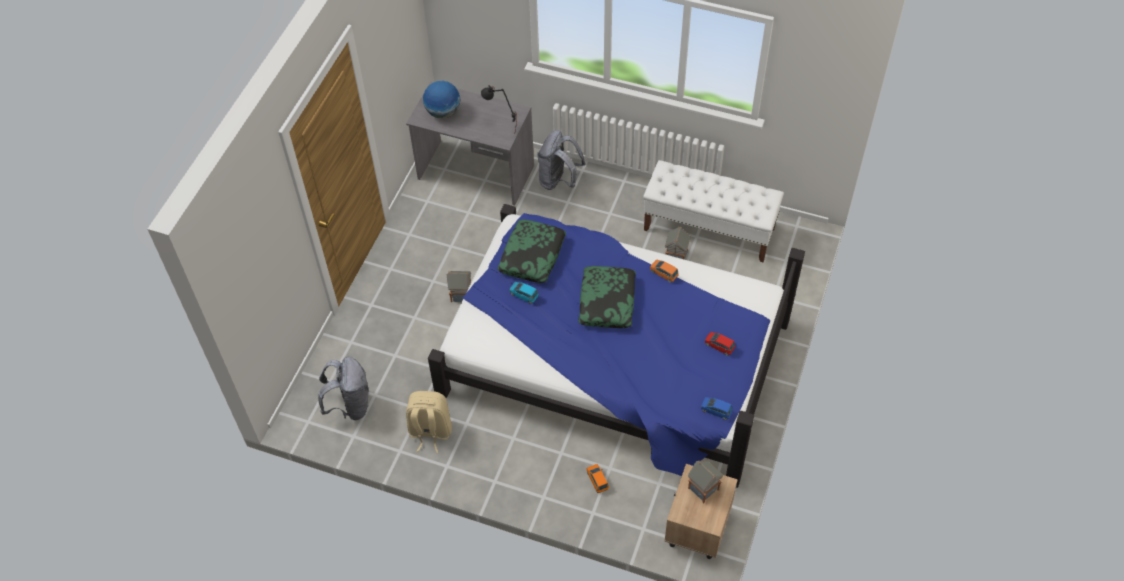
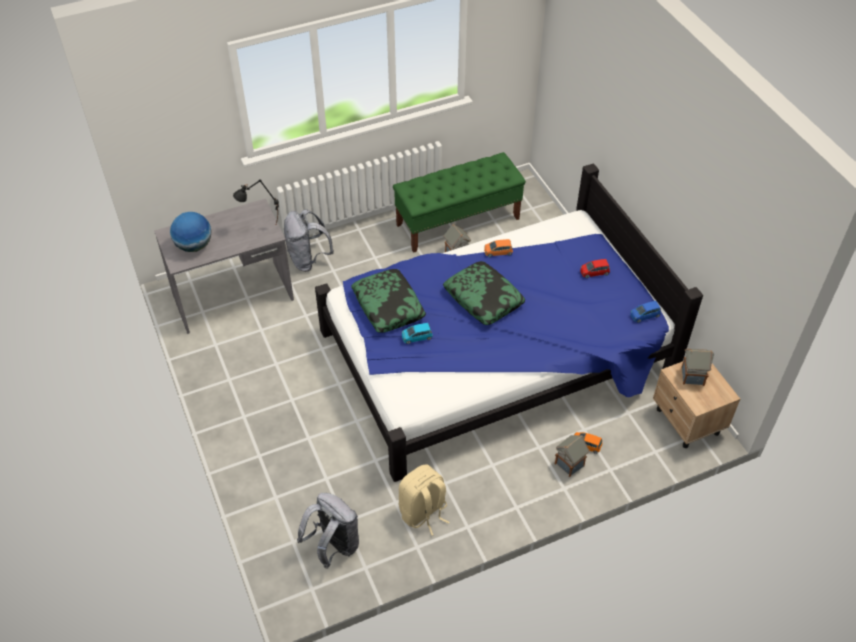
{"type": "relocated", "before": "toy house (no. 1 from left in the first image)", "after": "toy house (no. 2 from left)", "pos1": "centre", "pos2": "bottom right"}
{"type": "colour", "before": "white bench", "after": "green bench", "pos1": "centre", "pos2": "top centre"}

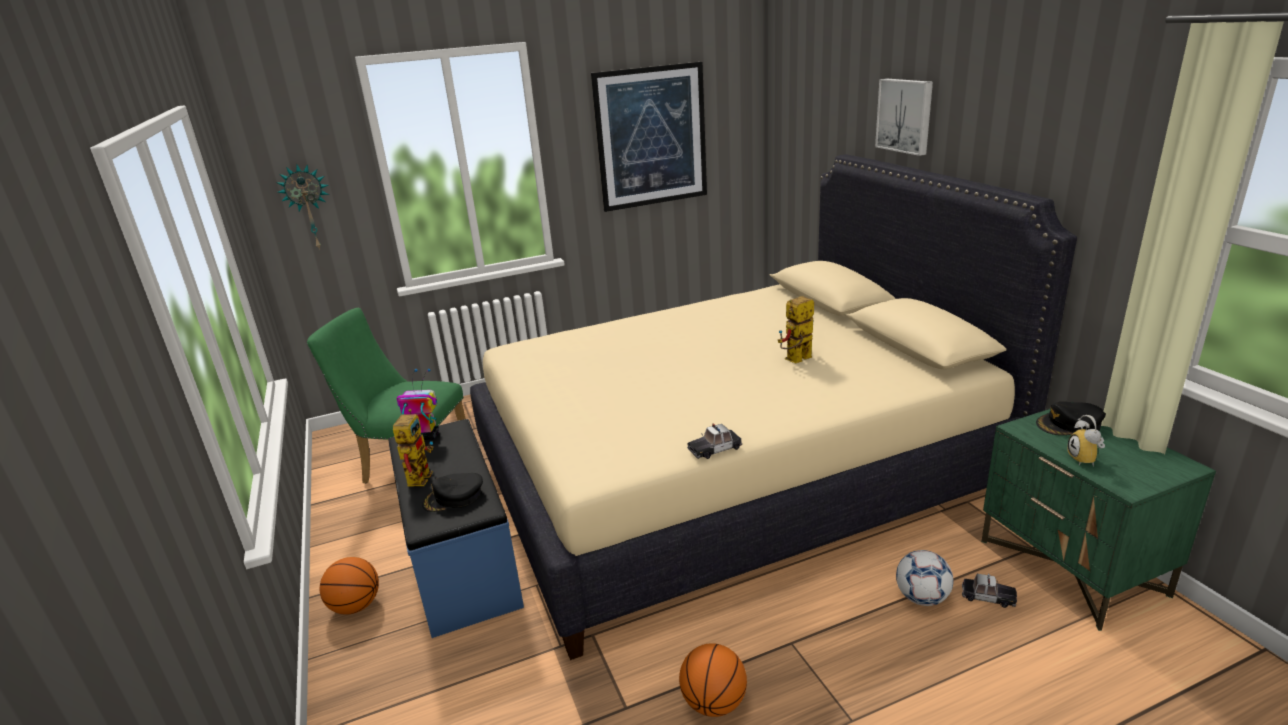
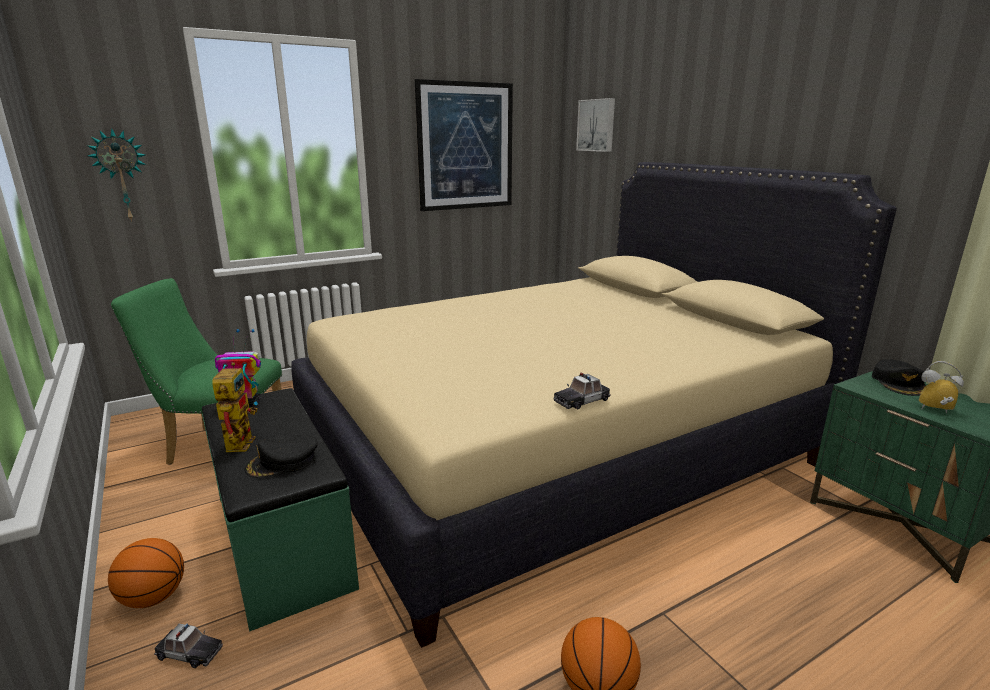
{"type": "colour", "before": "blue bench", "after": "green bench", "pos1": "bottom centre", "pos2": "bottom left"}
{"type": "missing", "before": "toy robot (no. 3 from left)", "pos1": "centre"}
{"type": "relocated", "before": "picture (no. 2 from left)", "pos1": "top right", "pos2": "top centre"}
{"type": "missing", "before": "football", "pos1": "bottom right"}
{"type": "relocated", "before": "toy car (no. 2 from left in the first image)", "after": "toy car (no. 1 from left)", "pos1": "bottom right", "pos2": "bottom left"}
{"type": "spun", "before": "black cap (no. 2 from left)", "pos1": "middle right", "pos2": "middle right", "turn": -60}
{"type": "spun", "before": "alarm clock", "pos1": "middle right", "pos2": "middle right", "turn": 120}

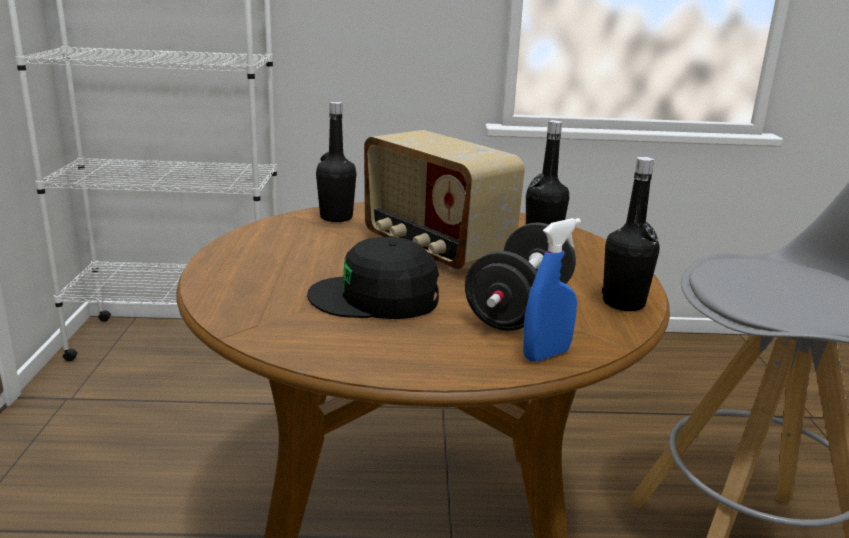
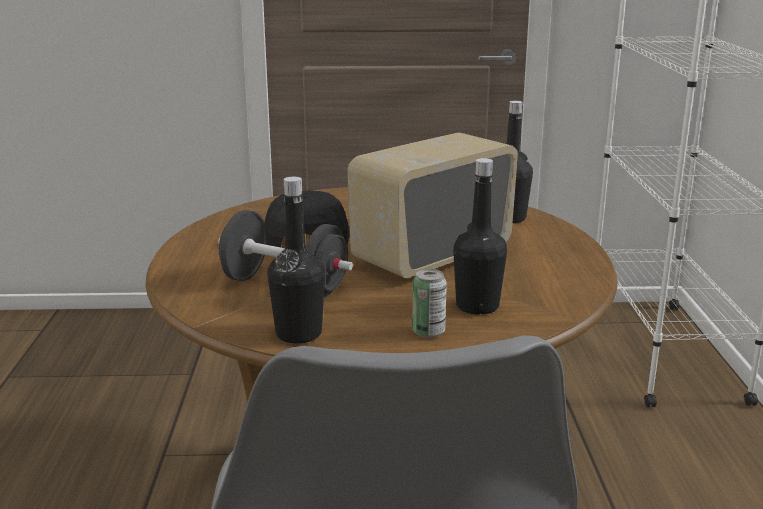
{"type": "missing", "before": "blue spray bottle", "pos1": "centre"}
{"type": "appeared", "after": "can", "pos2": "centre"}

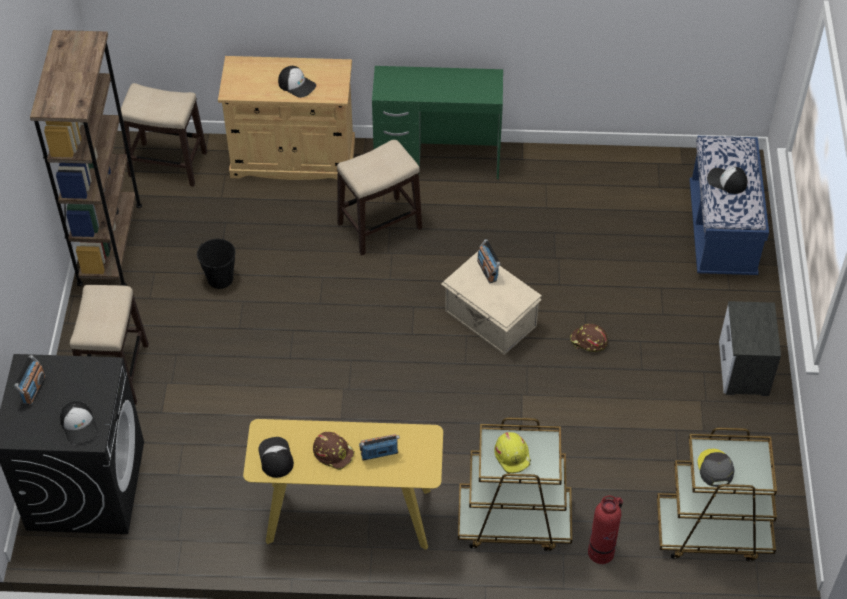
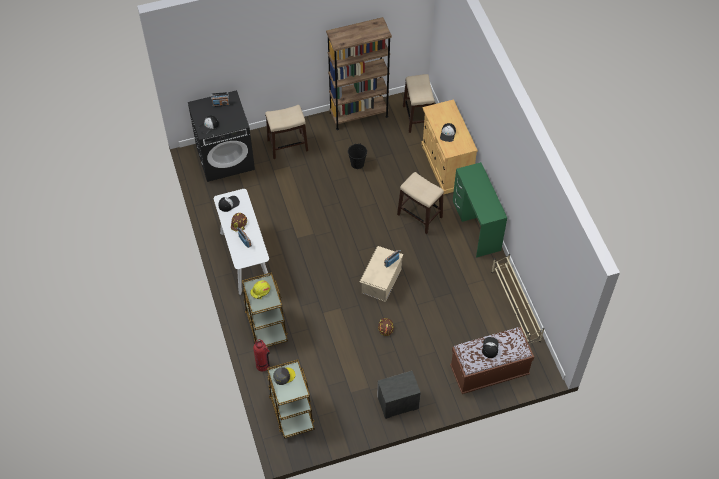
{"type": "colour", "before": "yellow console table", "after": "white console table", "pos1": "bottom centre", "pos2": "centre"}
{"type": "colour", "before": "blue bench", "after": "brown bench", "pos1": "middle right", "pos2": "bottom right"}
{"type": "appeared", "after": "beige shoe rack", "pos2": "middle right"}

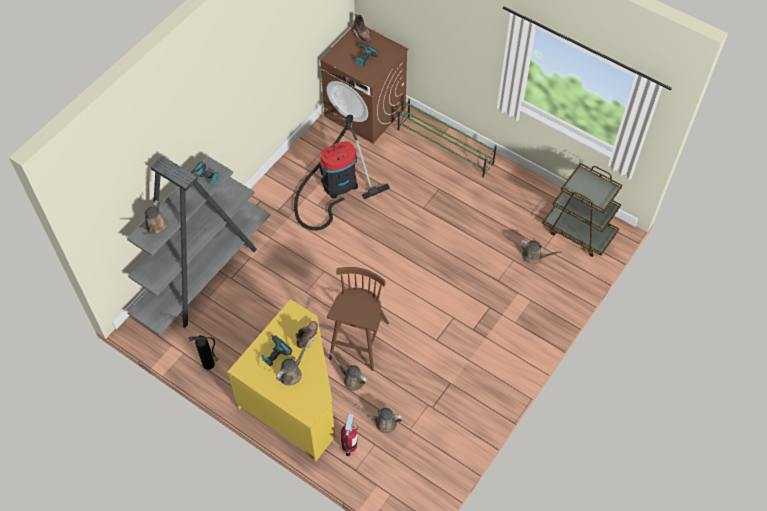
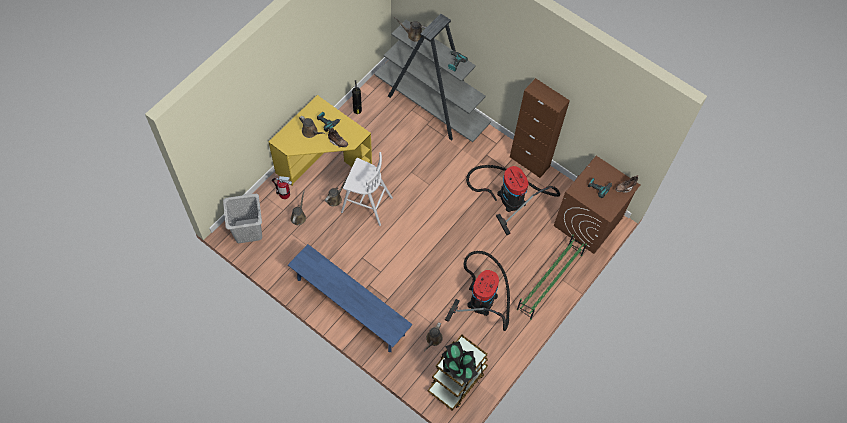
{"type": "colour", "before": "brown stool", "after": "white stool", "pos1": "centre", "pos2": "centre"}
{"type": "appeared", "after": "grey laundry basket", "pos2": "middle left"}
{"type": "appeared", "after": "blue bench", "pos2": "bottom centre"}
{"type": "appeared", "after": "potted plant", "pos2": "bottom centre"}
{"type": "appeared", "after": "vacuum cleaner (no. 1 from left)", "pos2": "bottom centre"}
{"type": "appeared", "after": "brown cabinet", "pos2": "top centre"}

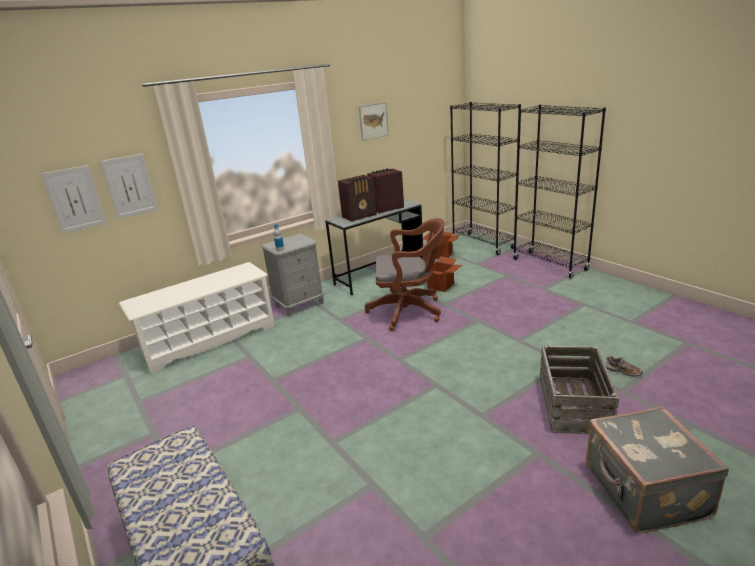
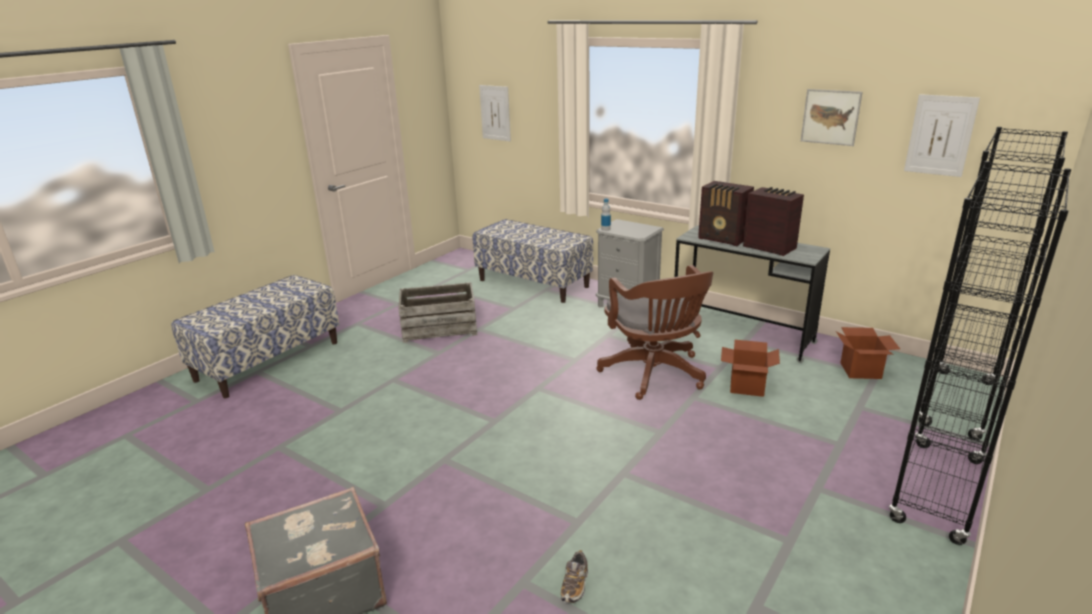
{"type": "relocated", "before": "picture (no. 2 from left in the first image)", "after": "picture (no. 3 from left)", "pos1": "top left", "pos2": "top right"}
{"type": "exchanged", "before": "white shoe rack", "after": "bench (no. 2 from left)", "pos1": "middle left", "pos2": "centre"}
{"type": "relocated", "before": "crate", "pos1": "bottom right", "pos2": "centre"}

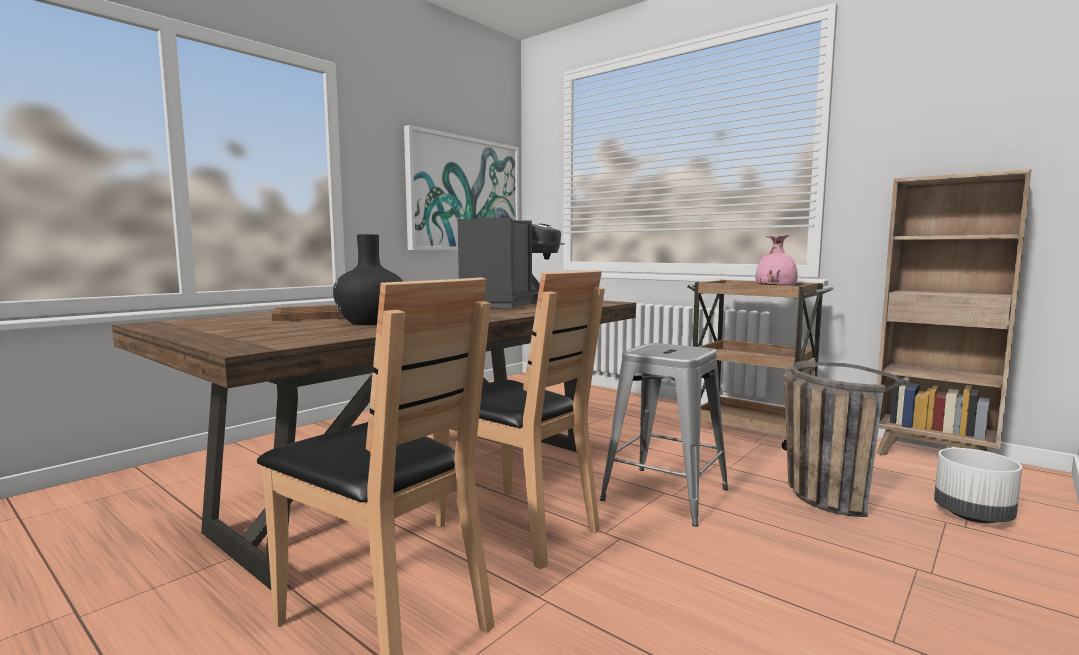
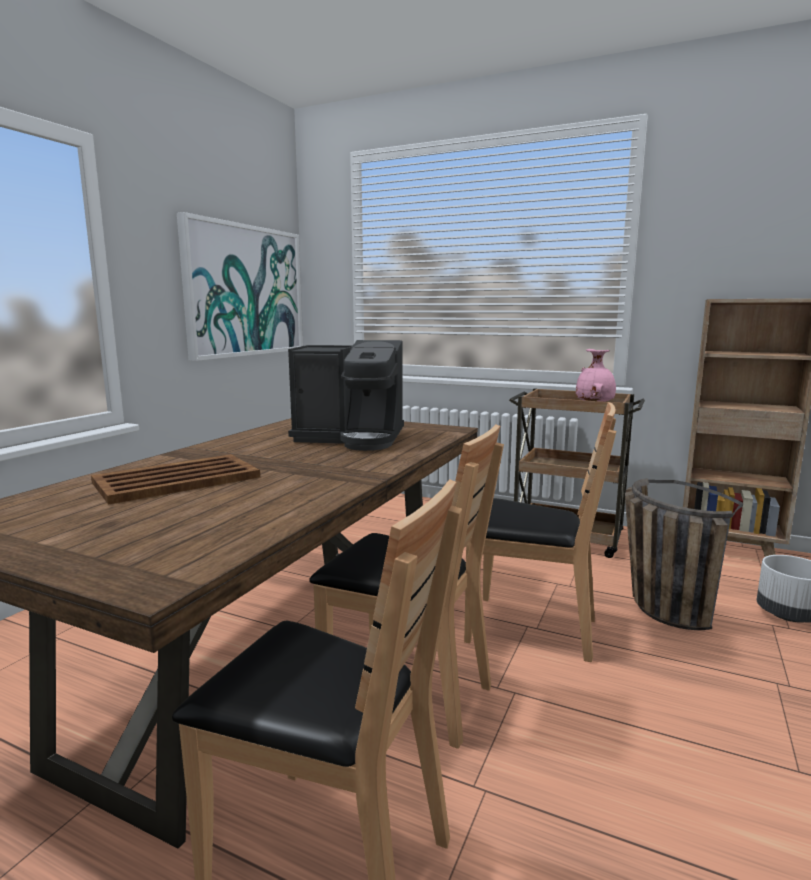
{"type": "missing", "before": "black vase", "pos1": "centre"}
{"type": "spun", "before": "coffee machine", "pos1": "centre", "pos2": "centre", "turn": 90}
{"type": "exchanged", "before": "grey stool", "after": "brown chair (no. 3 from left)", "pos1": "centre", "pos2": "centre"}

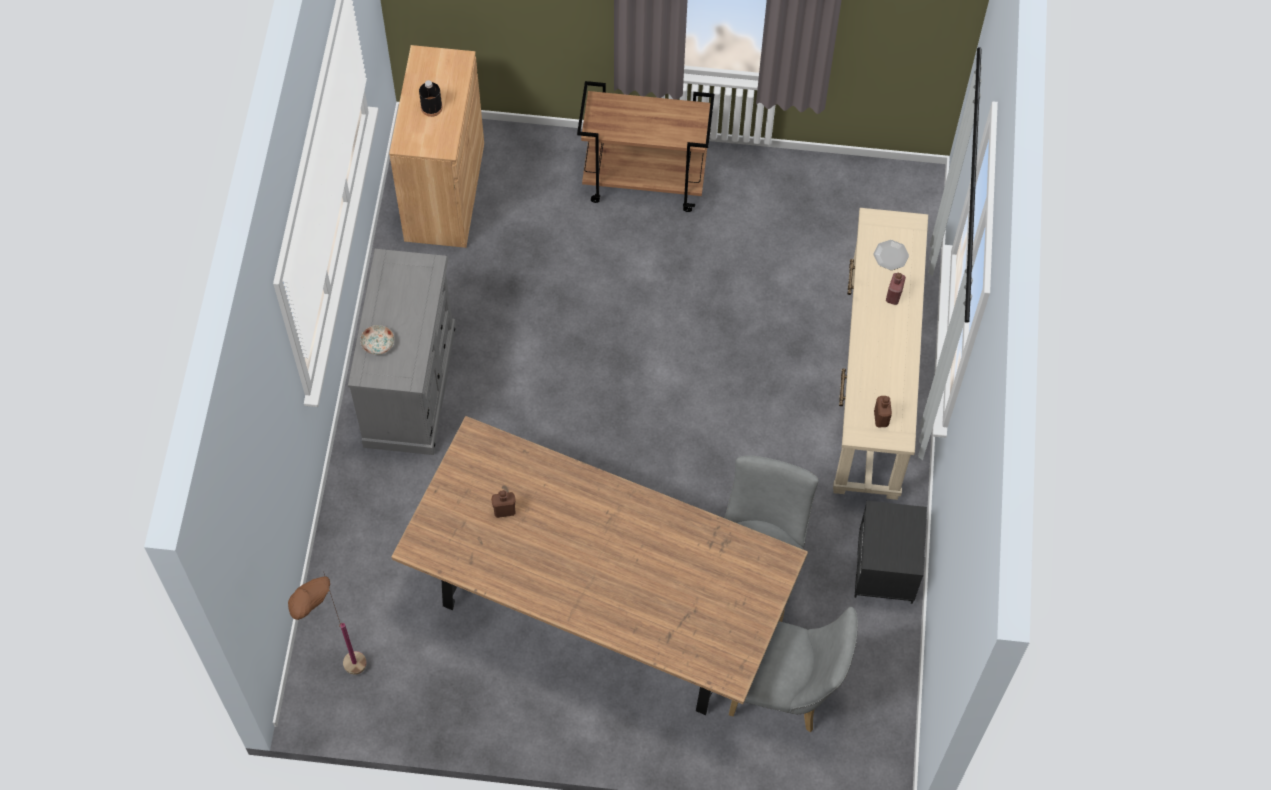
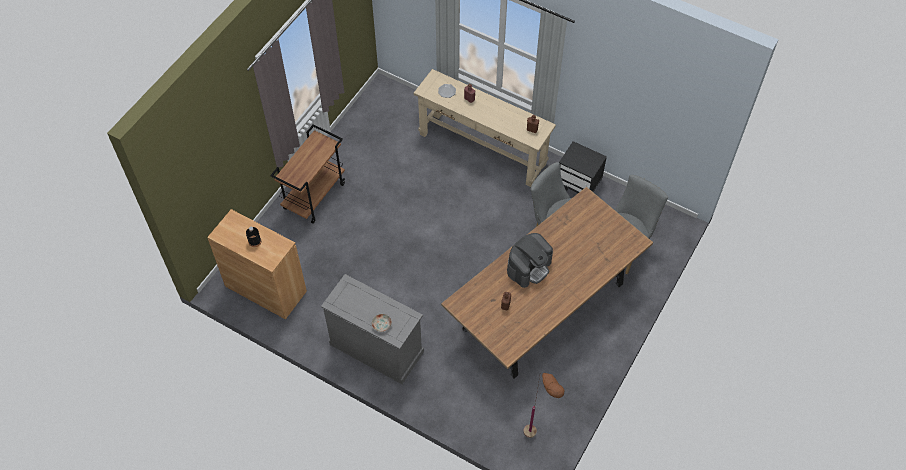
{"type": "appeared", "after": "coffee machine", "pos2": "centre"}

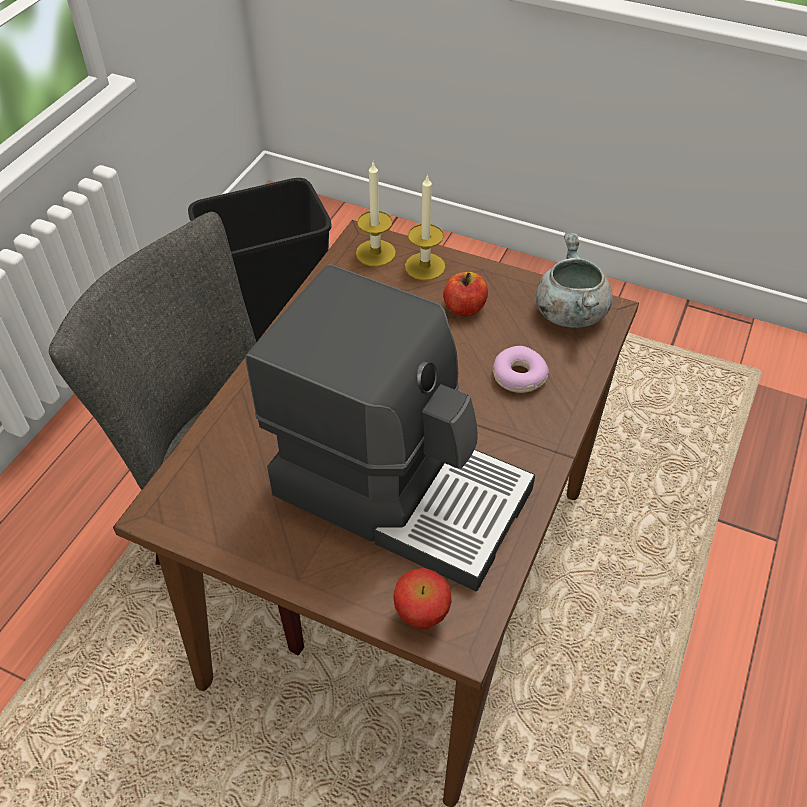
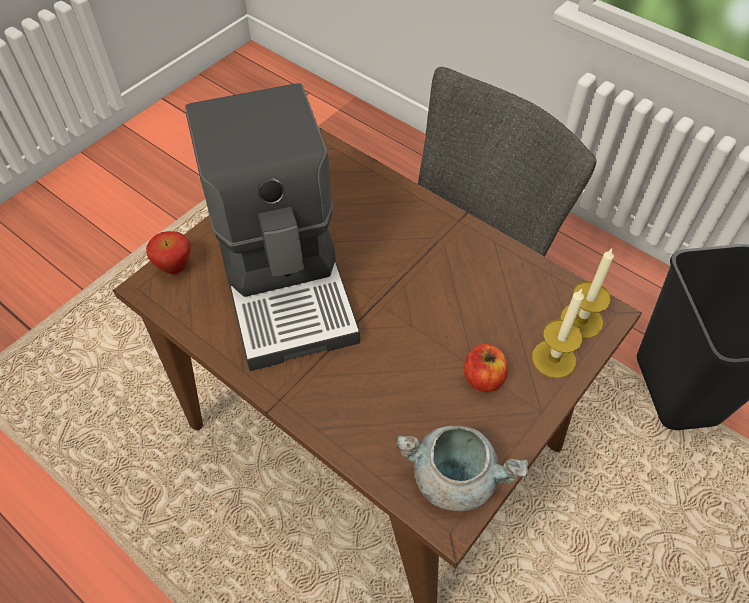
{"type": "spun", "before": "coffee machine", "pos1": "centre", "pos2": "centre", "turn": -60}
{"type": "missing", "before": "donut", "pos1": "centre"}

